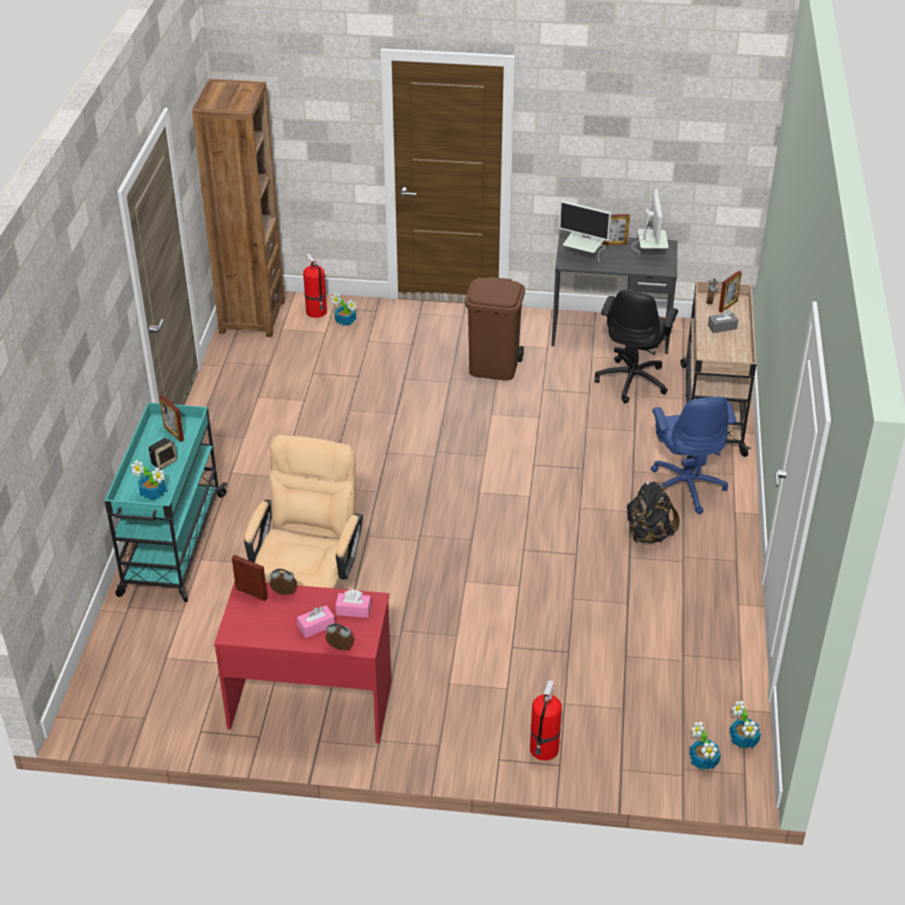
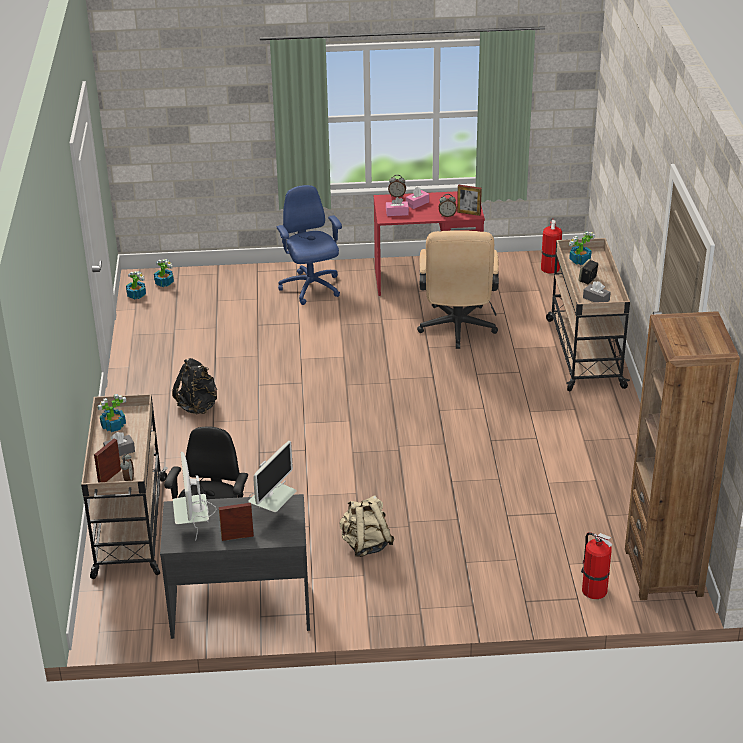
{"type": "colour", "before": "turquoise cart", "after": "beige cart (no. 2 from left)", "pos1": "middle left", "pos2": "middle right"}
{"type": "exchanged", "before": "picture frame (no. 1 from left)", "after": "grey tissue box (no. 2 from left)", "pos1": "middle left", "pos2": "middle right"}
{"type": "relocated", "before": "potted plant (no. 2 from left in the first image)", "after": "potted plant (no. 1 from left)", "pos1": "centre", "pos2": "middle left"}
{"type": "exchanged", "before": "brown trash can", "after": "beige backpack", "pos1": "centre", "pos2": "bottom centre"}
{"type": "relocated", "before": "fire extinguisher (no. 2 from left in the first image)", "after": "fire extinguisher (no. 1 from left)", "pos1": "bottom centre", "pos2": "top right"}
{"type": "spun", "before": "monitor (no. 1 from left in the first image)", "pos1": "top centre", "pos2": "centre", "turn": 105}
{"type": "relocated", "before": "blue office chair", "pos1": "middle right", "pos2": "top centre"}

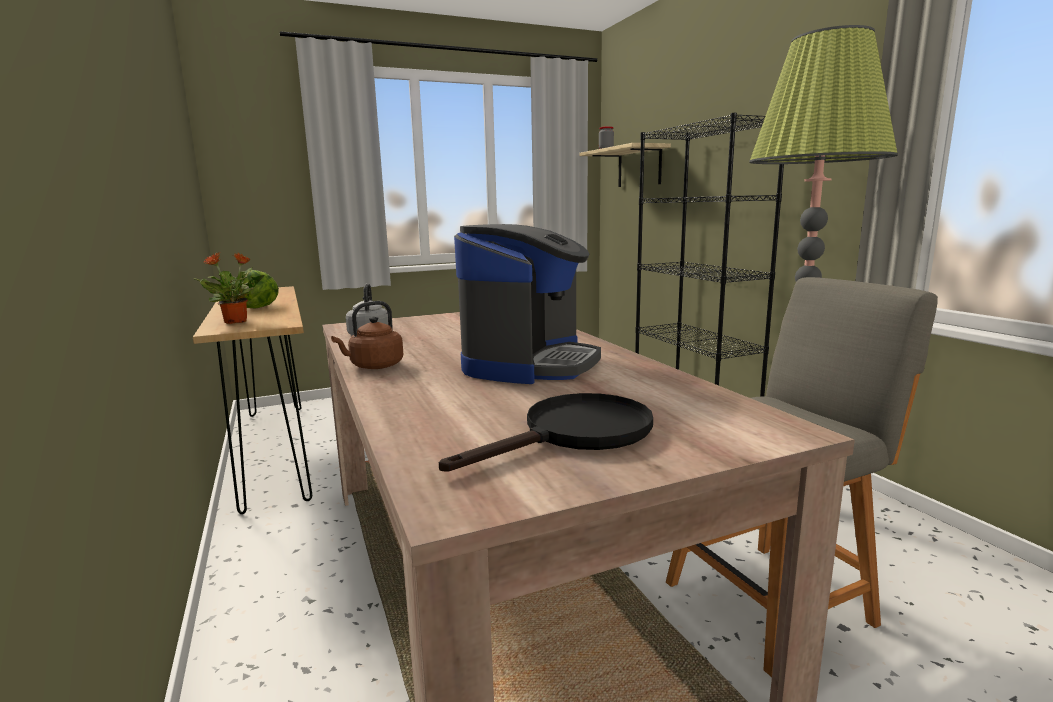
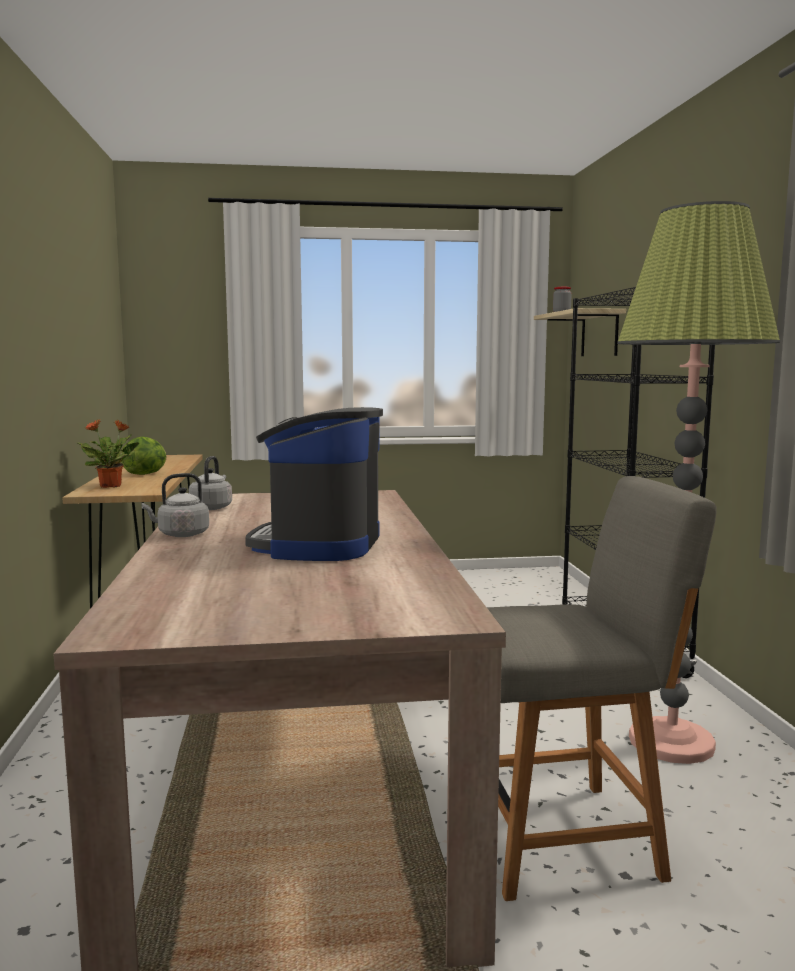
{"type": "colour", "before": "brown kettle", "after": "grey kettle (no. 1 from left)", "pos1": "centre", "pos2": "middle left"}
{"type": "missing", "before": "black frying pan", "pos1": "centre"}
{"type": "spun", "before": "coffee machine", "pos1": "centre", "pos2": "centre", "turn": 150}

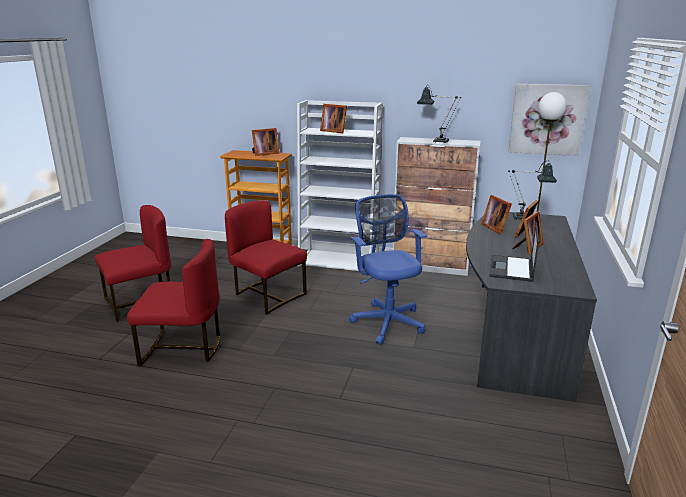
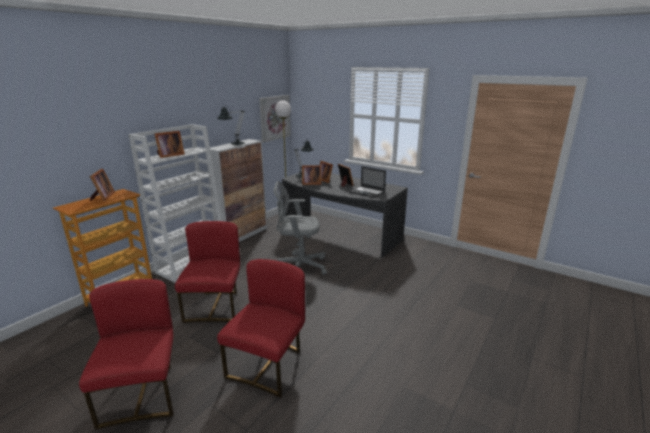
{"type": "spun", "before": "red chair (no. 3 from left in the first image)", "pos1": "centre", "pos2": "middle left", "turn": 120}
{"type": "colour", "before": "blue office chair", "after": "grey office chair", "pos1": "centre", "pos2": "centre"}

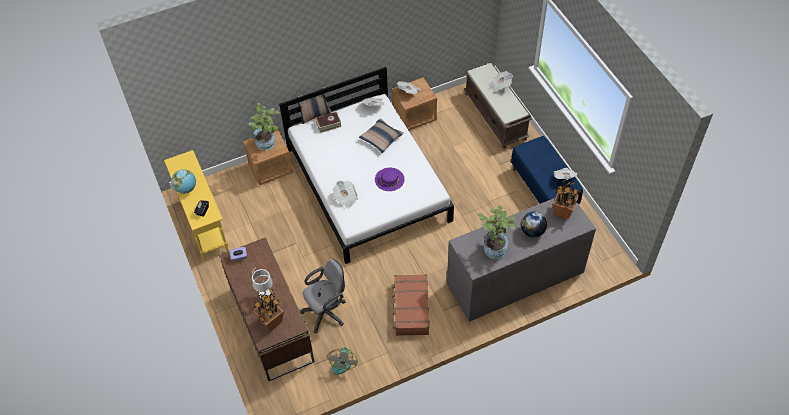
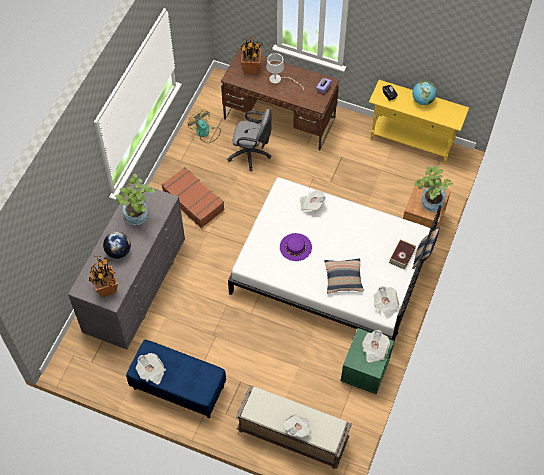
{"type": "spun", "before": "grey office chair", "pos1": "bottom centre", "pos2": "top centre", "turn": -90}
{"type": "colour", "before": "brown nightstand (no. 2 from left)", "after": "green nightstand", "pos1": "top centre", "pos2": "bottom right"}

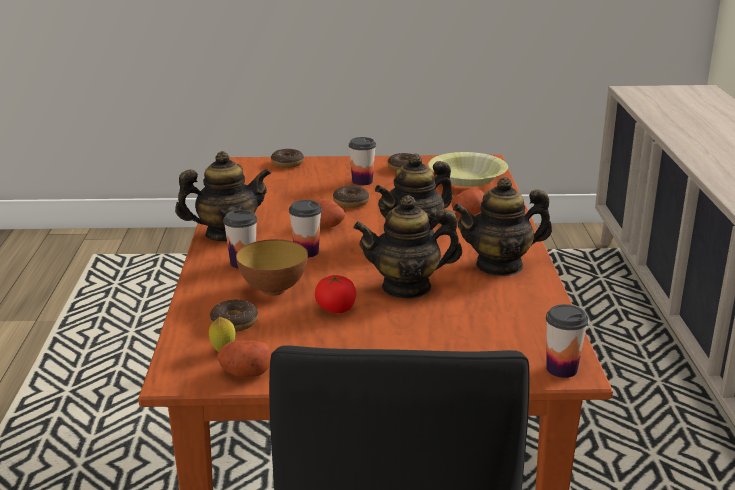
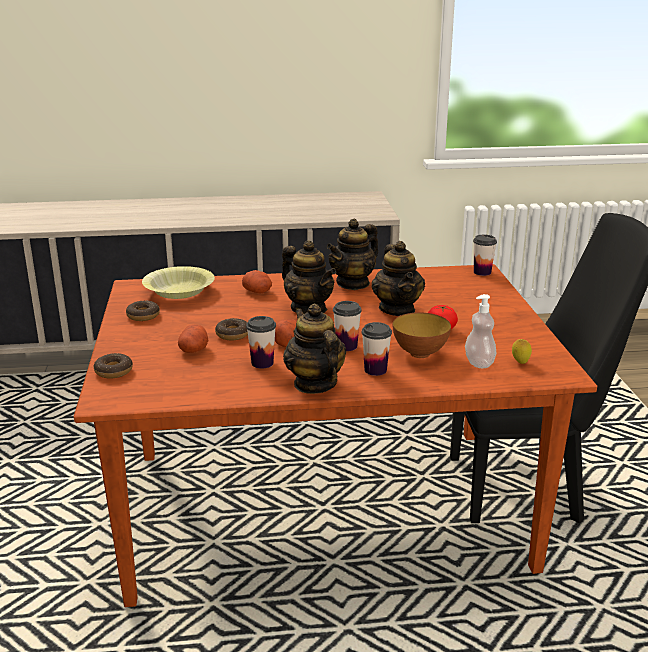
{"type": "exchanged", "before": "donut (no. 1 from left)", "after": "soap dispenser", "pos1": "middle left", "pos2": "middle right"}
{"type": "relocated", "before": "potato (no. 1 from left)", "pos1": "bottom left", "pos2": "middle left"}
{"type": "relocated", "before": "cup (no. 3 from left in the first image)", "after": "cup (no. 1 from left)", "pos1": "top centre", "pos2": "centre"}
{"type": "spun", "before": "teapot (no. 4 from left in the first image)", "pos1": "middle right", "pos2": "centre", "turn": 60}

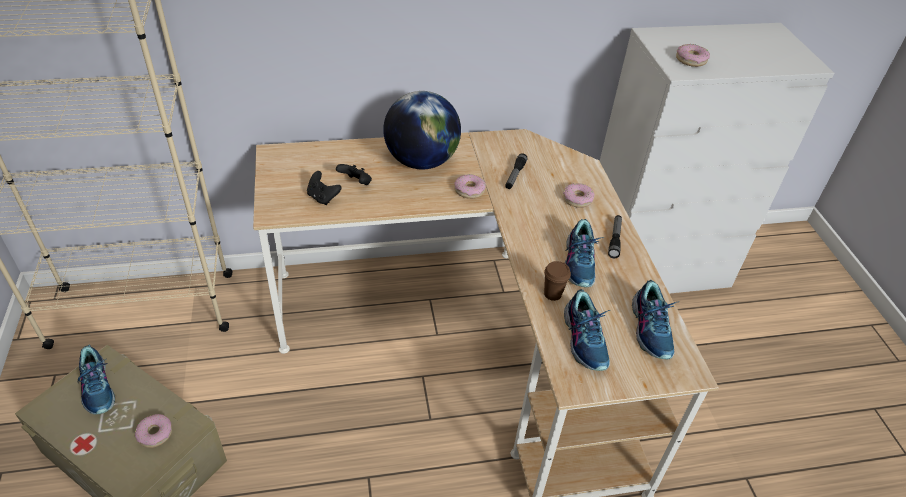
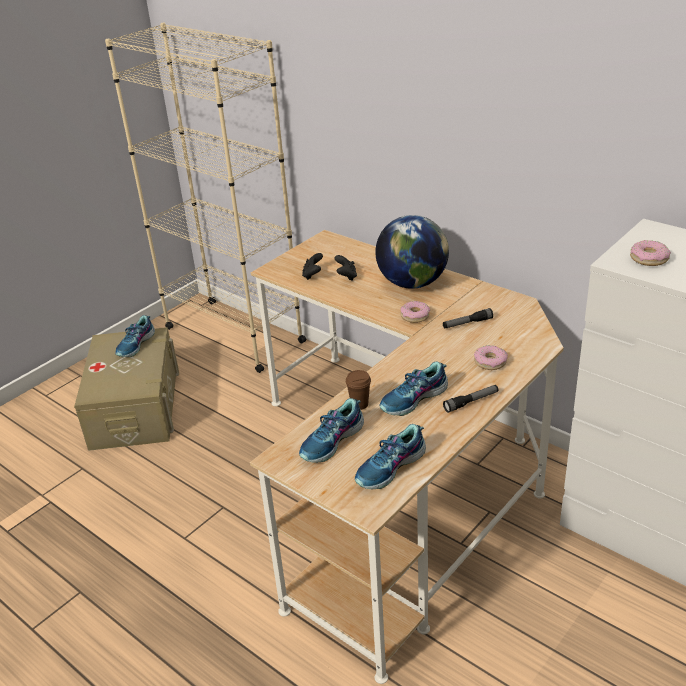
{"type": "missing", "before": "donut (no. 1 from left)", "pos1": "bottom left"}

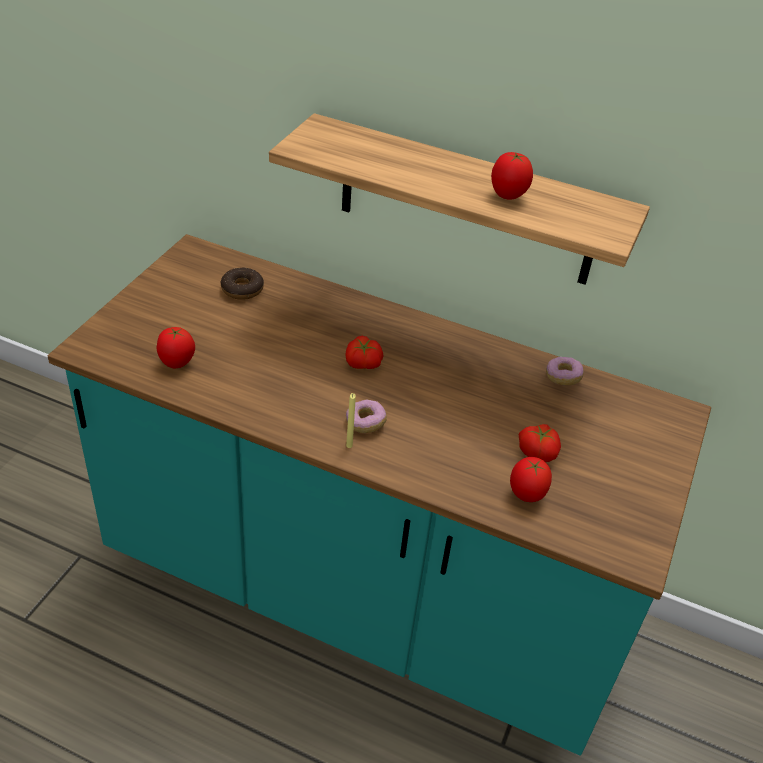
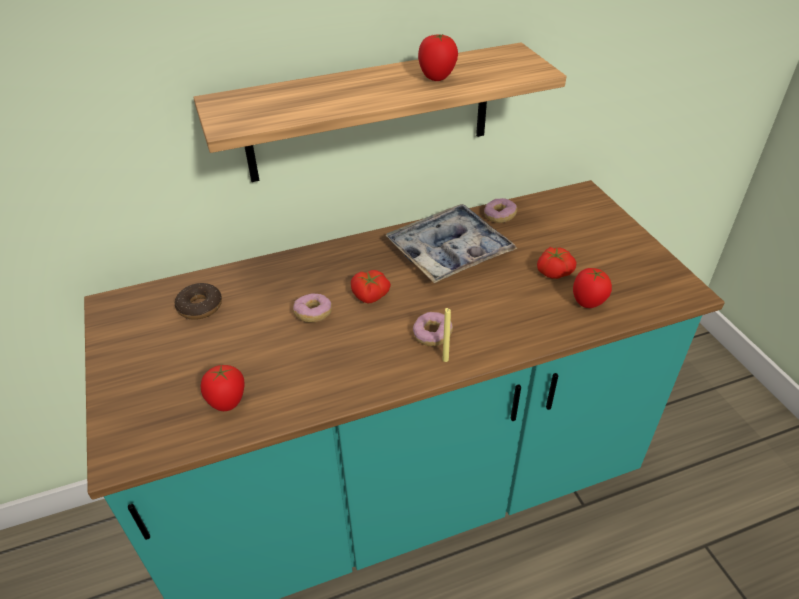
{"type": "appeared", "after": "donut (no. 2 from left)", "pos2": "centre"}
{"type": "appeared", "after": "tray", "pos2": "centre"}

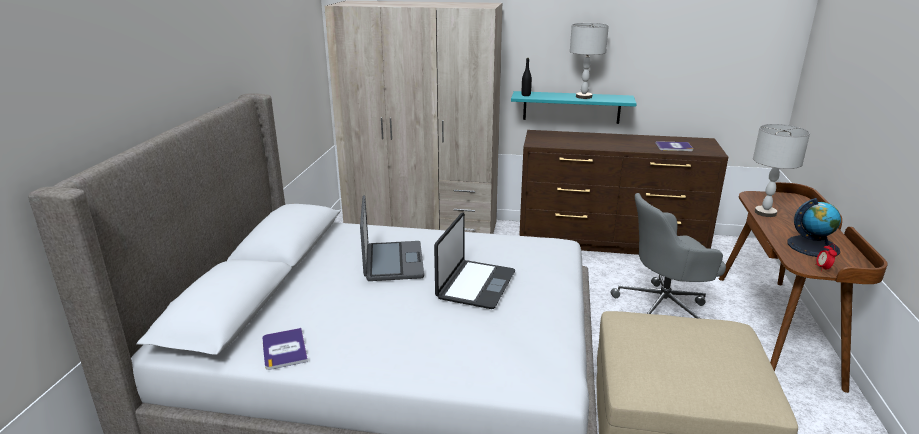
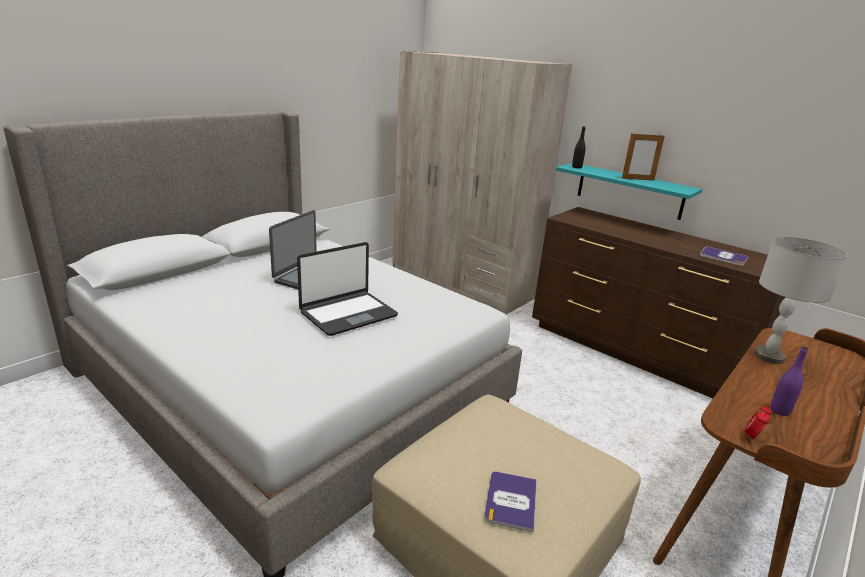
{"type": "relocated", "before": "book (no. 1 from left)", "pos1": "bottom left", "pos2": "bottom centre"}
{"type": "exchanged", "before": "grey table lamp (no. 1 from left)", "after": "picture frame", "pos1": "top centre", "pos2": "top right"}
{"type": "missing", "before": "grey office chair", "pos1": "middle right"}
{"type": "exchanged", "before": "globe", "after": "purple bottle", "pos1": "middle right", "pos2": "middle right"}

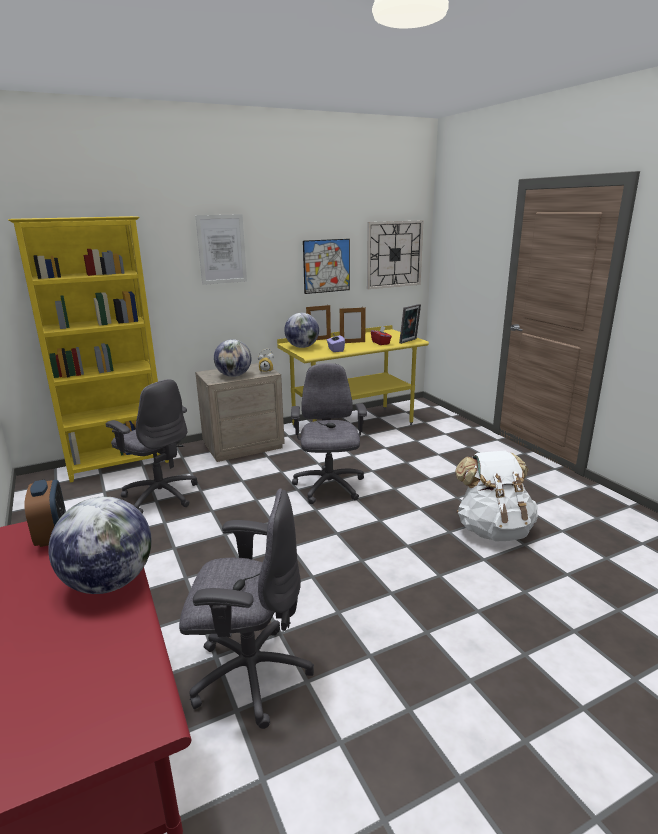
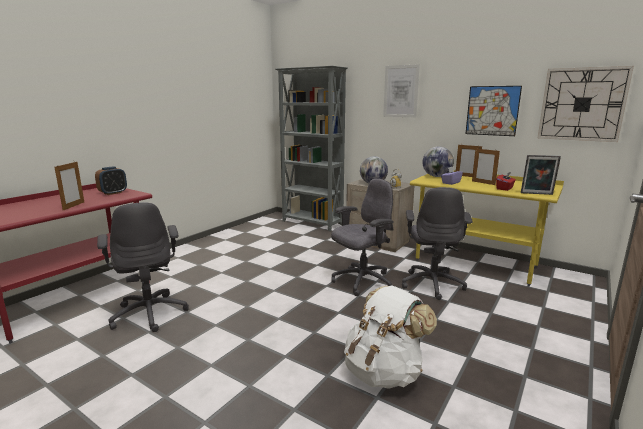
{"type": "colour", "before": "yellow bookcase", "after": "grey bookcase", "pos1": "middle left", "pos2": "centre"}
{"type": "exchanged", "before": "globe (no. 1 from left)", "after": "picture frame (no. 1 from left)", "pos1": "middle left", "pos2": "middle left"}
{"type": "relocated", "before": "grey office chair (no. 1 from left in the first image)", "after": "grey office chair (no. 3 from left)", "pos1": "middle left", "pos2": "middle right"}

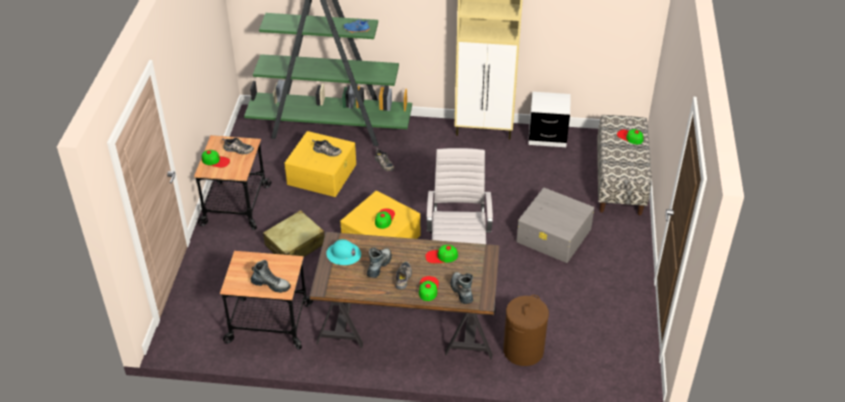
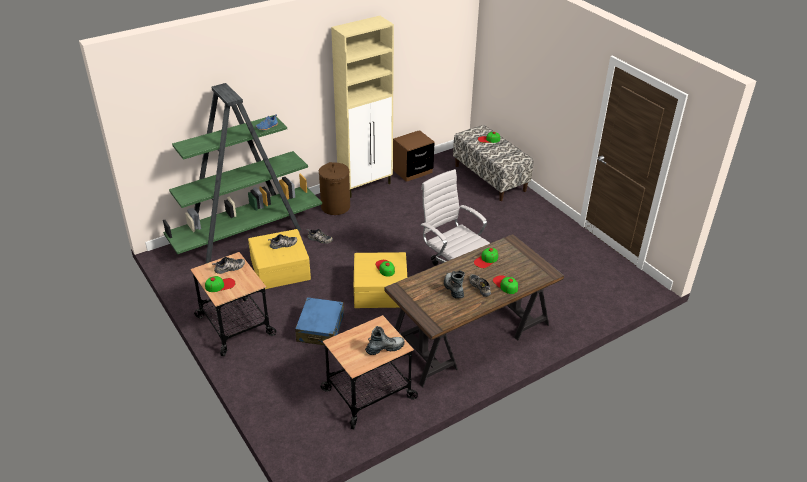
{"type": "colour", "before": "beige suitcase", "after": "blue suitcase", "pos1": "centre", "pos2": "centre"}
{"type": "missing", "before": "turquoise hard hat", "pos1": "centre"}
{"type": "missing", "before": "boot (no. 3 from left)", "pos1": "bottom centre"}
{"type": "relocated", "before": "brown laundry basket", "pos1": "bottom centre", "pos2": "centre"}
{"type": "missing", "before": "grey storage box", "pos1": "centre"}
{"type": "colour", "before": "white nightstand", "after": "brown nightstand", "pos1": "top centre", "pos2": "top centre"}

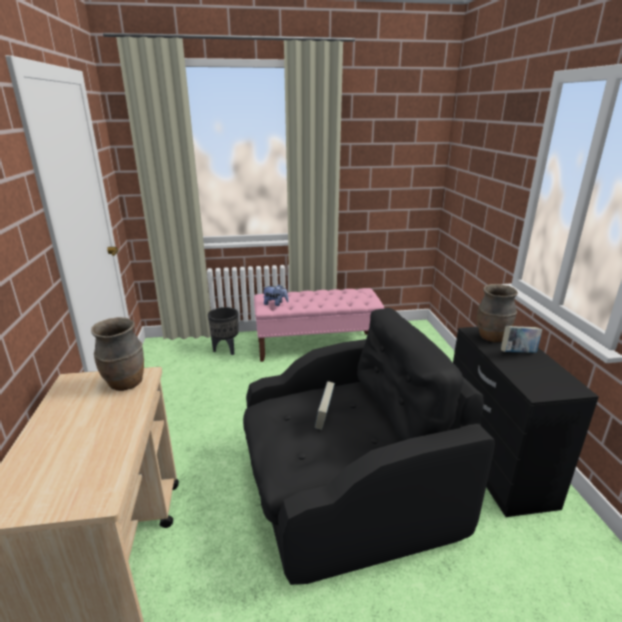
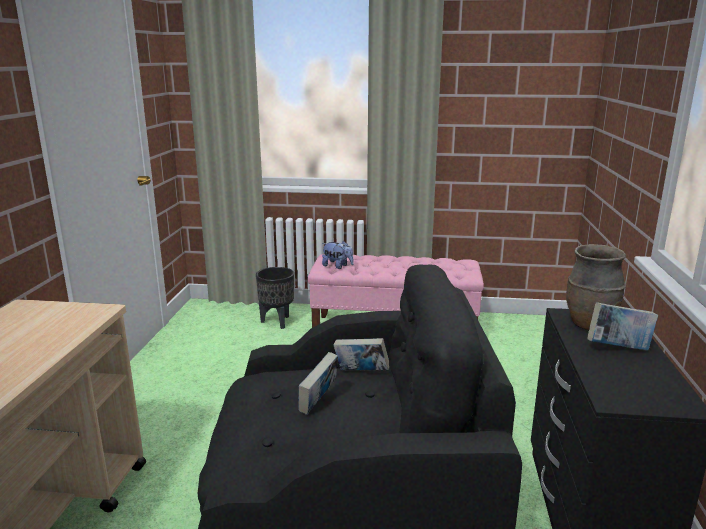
{"type": "missing", "before": "brown vase (no. 1 from left)", "pos1": "middle left"}
{"type": "appeared", "after": "book (no. 2 from left)", "pos2": "bottom centre"}

